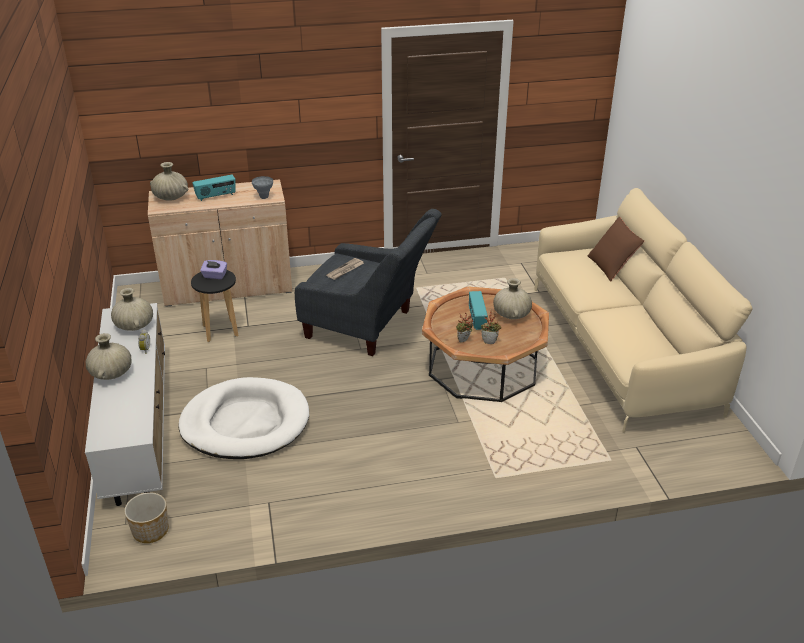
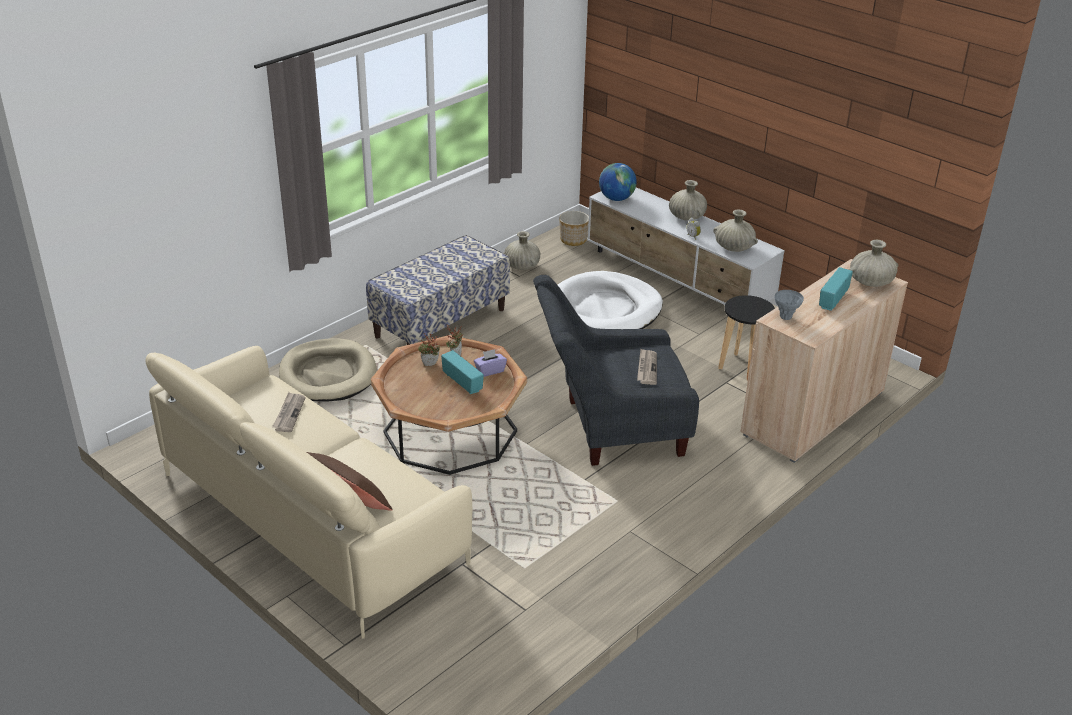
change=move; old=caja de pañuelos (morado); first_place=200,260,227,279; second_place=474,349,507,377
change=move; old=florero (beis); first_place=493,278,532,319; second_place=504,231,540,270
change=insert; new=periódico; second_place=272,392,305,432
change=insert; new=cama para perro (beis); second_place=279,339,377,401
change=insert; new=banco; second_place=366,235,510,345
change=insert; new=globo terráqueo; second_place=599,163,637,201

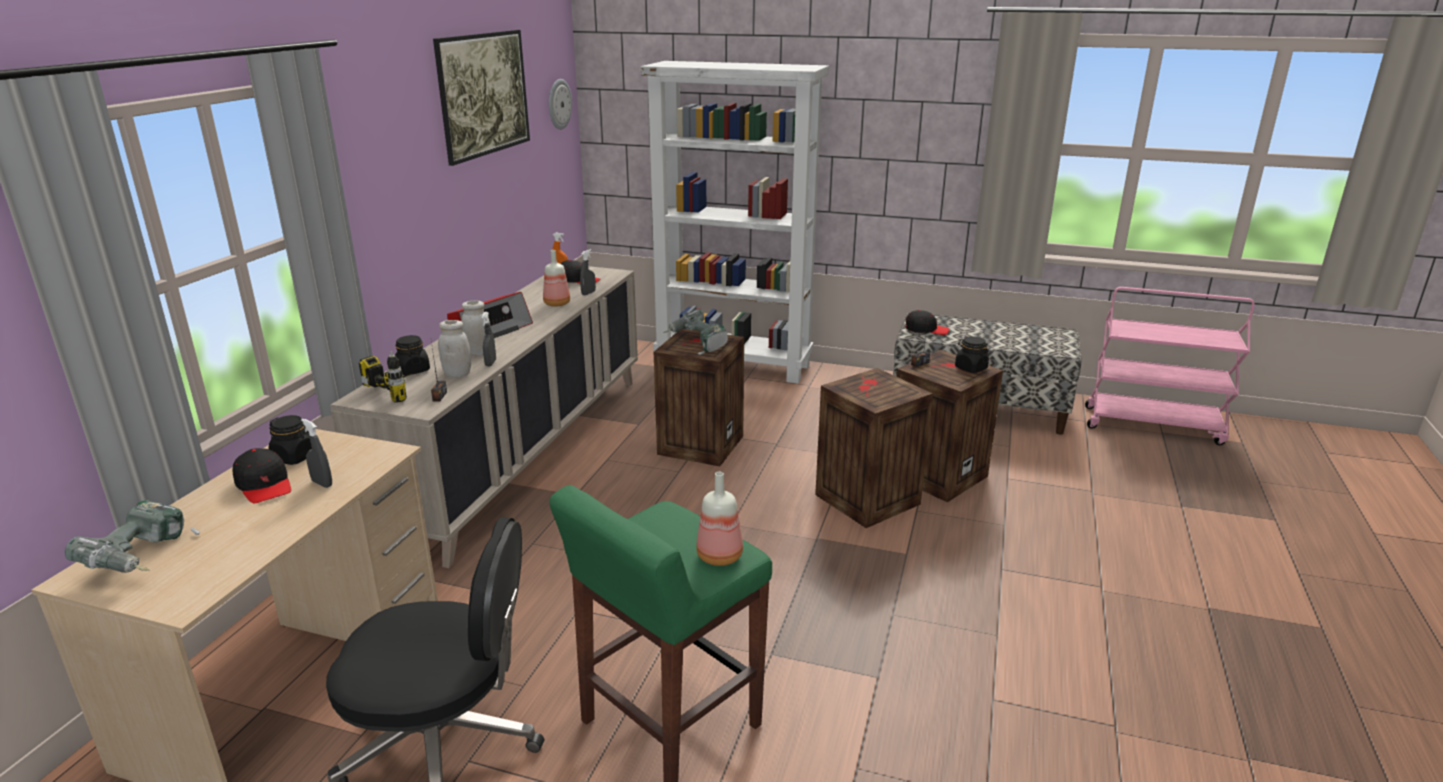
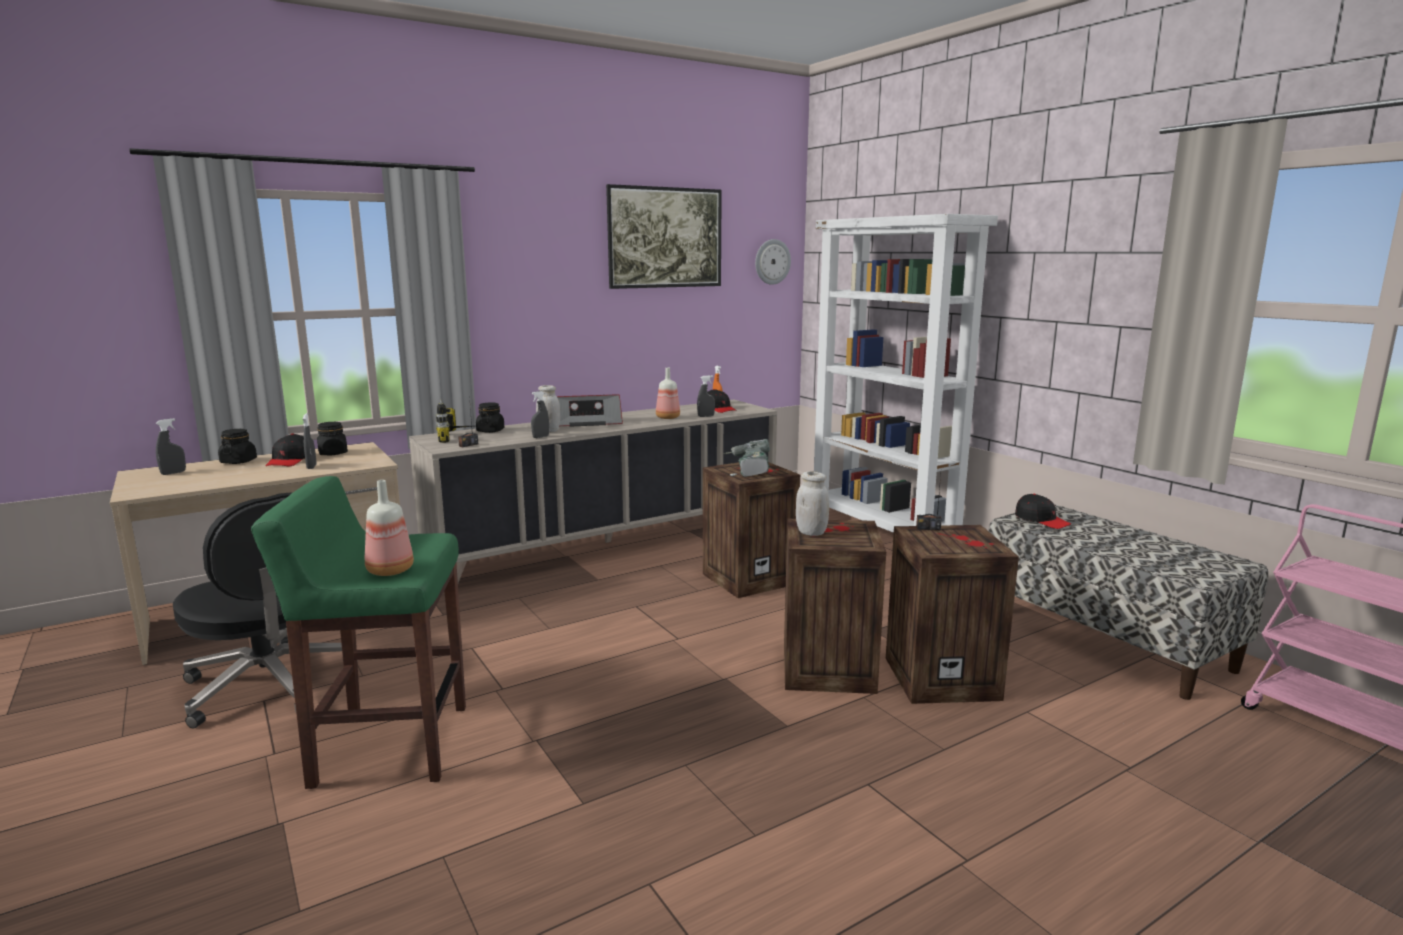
change=replace; old=taladro; new=pulverizador (gris); first_place=65,500,200,573; second_place=156,418,186,475
change=move; old=tarro (blanco); first_place=438,320,471,378; second_place=796,471,829,536
change=move; old=tarro (negro); first_place=955,336,989,373; second_place=218,429,257,464

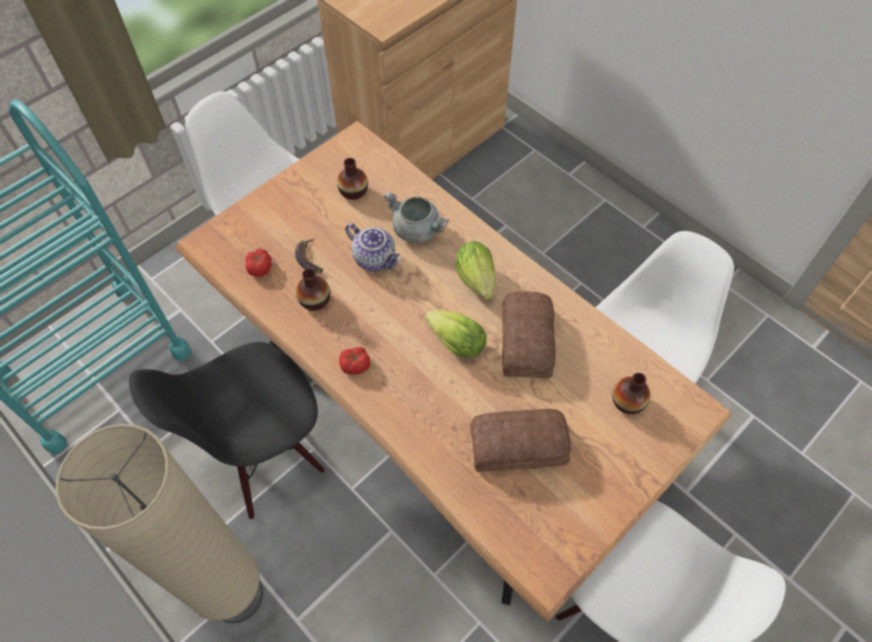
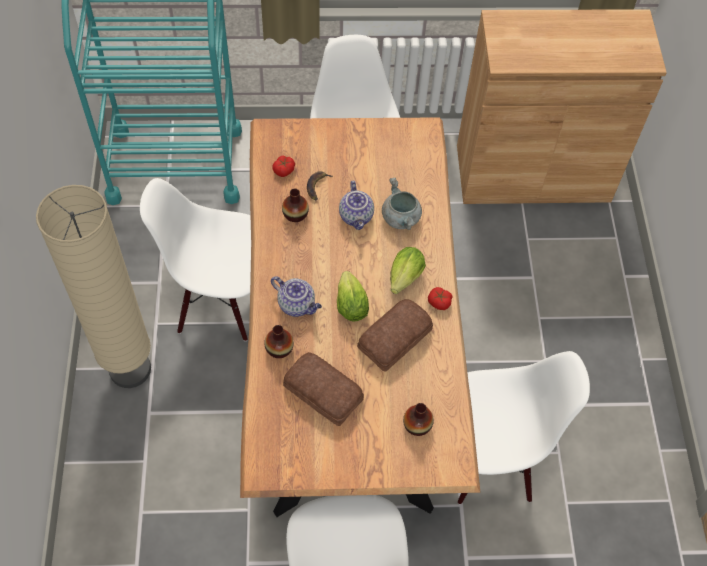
change=recolor; old=silla (negro); new=silla (blanco); first_place=129,342,325,519; second_place=140,178,251,341
change=move; old=florero; first_place=337,158,368,200; second_place=264,325,294,358
change=move; old=tomate; first_place=339,347,370,375; second_place=428,287,453,310
change=insert; new=tetera; second_place=271,276,322,317

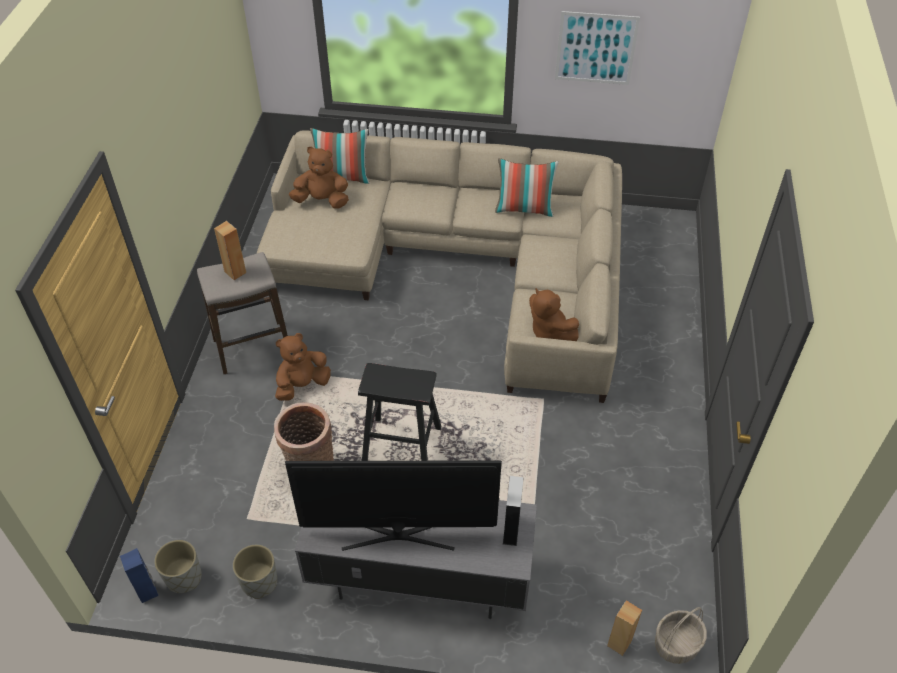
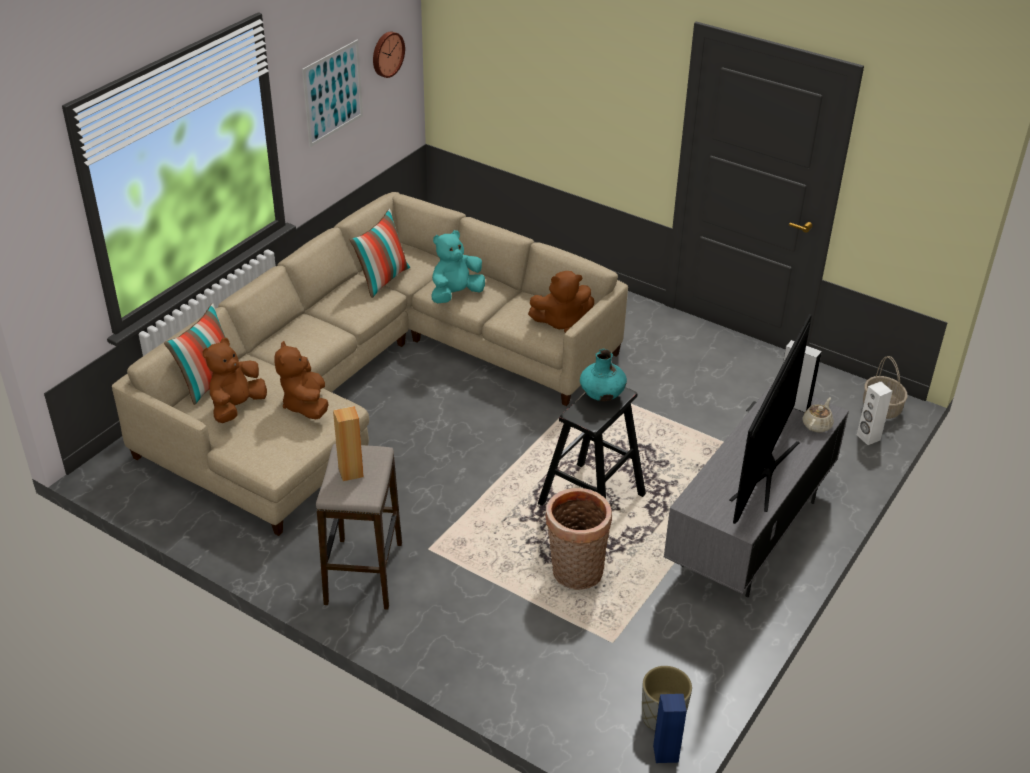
change=delete; old=maceta (gris); first_place=233,545,277,599
change=move; old=peluche (marrón); first_place=275,333,331,401; second_place=274,341,329,419
change=recolor; old=altavoz (marrón); new=altavoz (blanco); first_place=607,600,642,656; second_place=857,382,892,445
change=insert; new=reloj de pared; second_place=373,31,405,78
change=insert; new=peluche (turquesa); second_place=431,230,485,303
change=insert; new=florero (turquesa); second_place=580,349,627,401
change=insert; new=tetera (beis); second_place=802,397,834,432

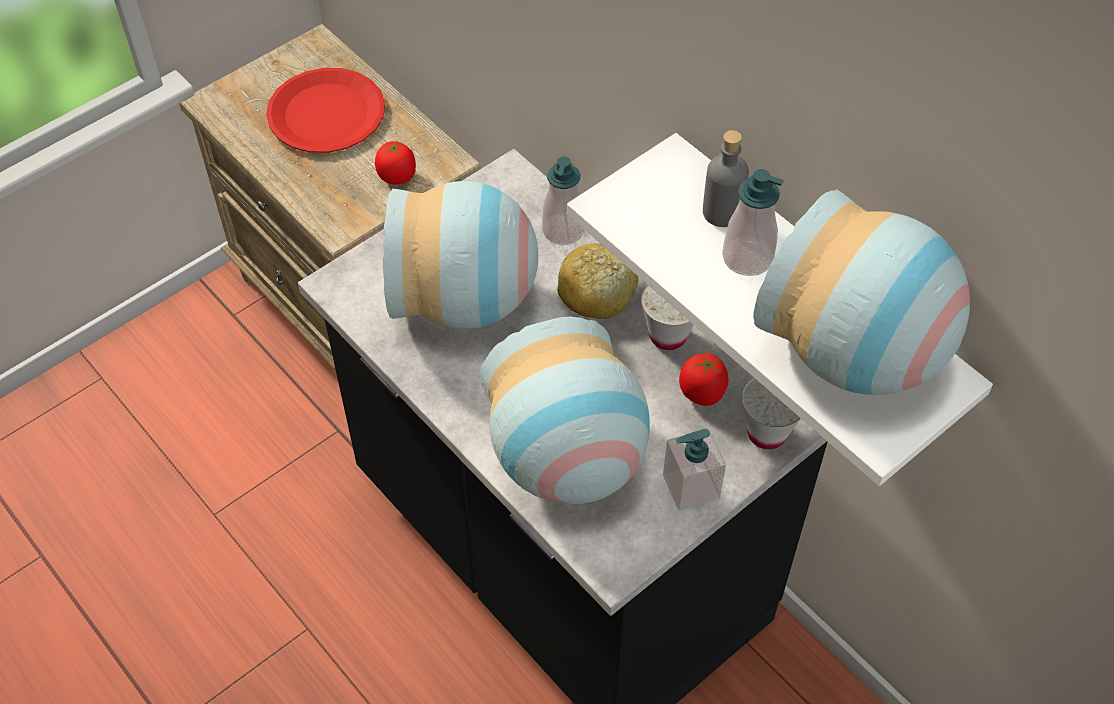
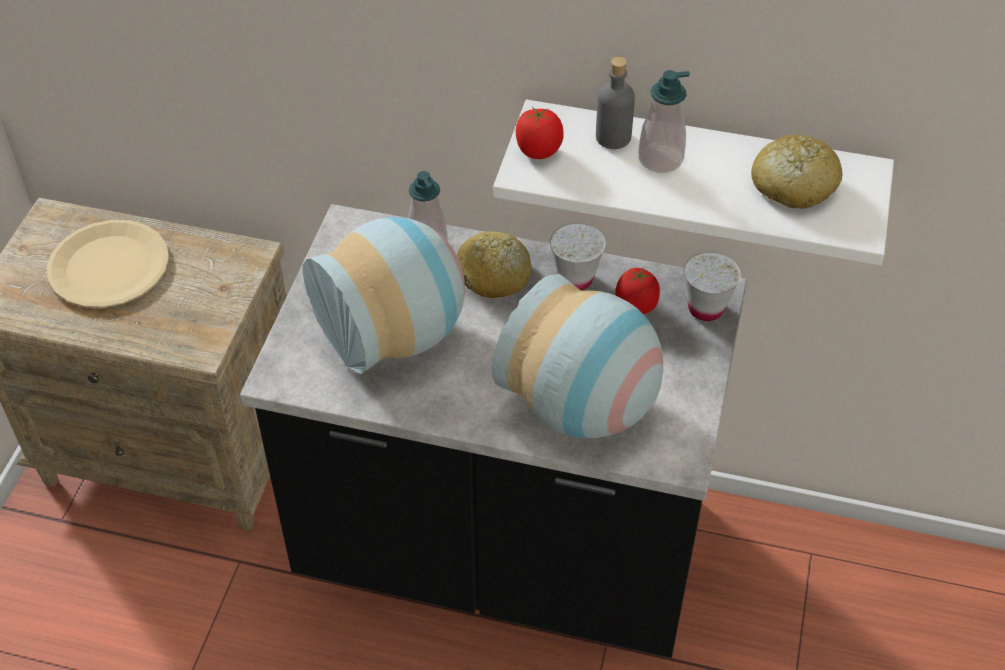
change=recolor; old=plato (rojo); new=plato (beis); first_place=266,68,385,153; second_place=47,220,169,308
change=move; old=tomate; first_place=375,140,416,184; second_place=516,107,564,159
change=delete; old=dispensador de jabón; first_place=663,428,726,511
change=replace; old=florero; new=pan; first_place=753,189,970,395; second_place=751,135,842,209

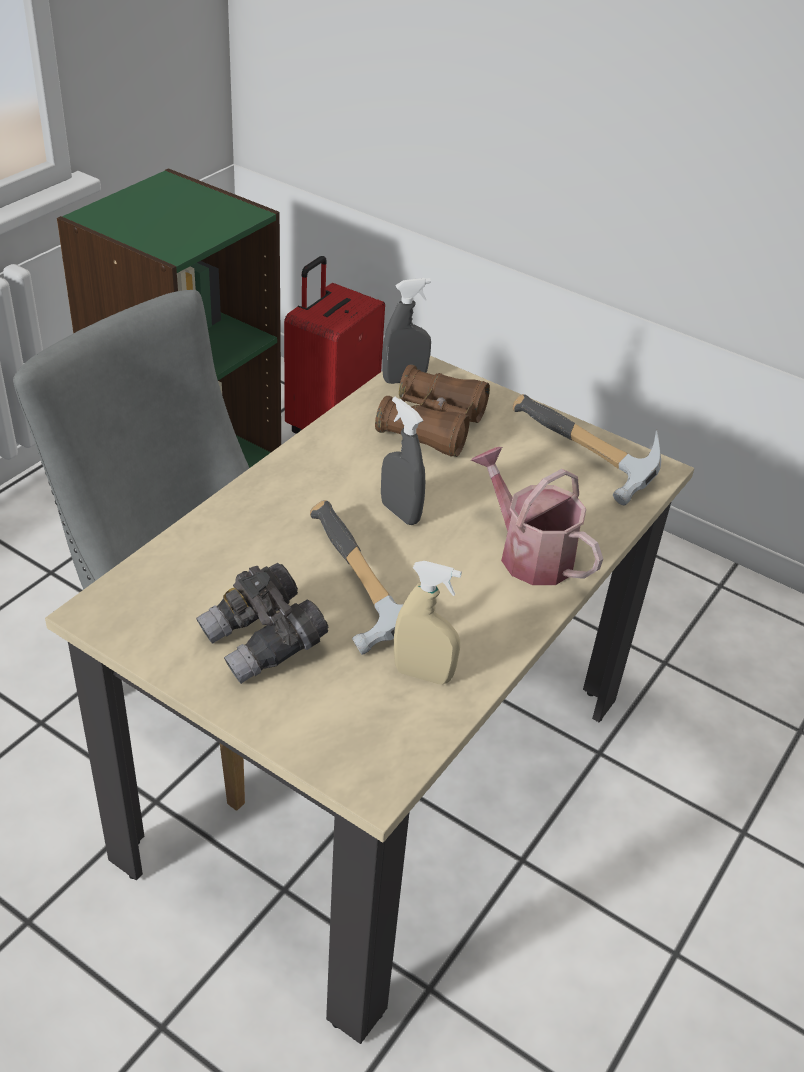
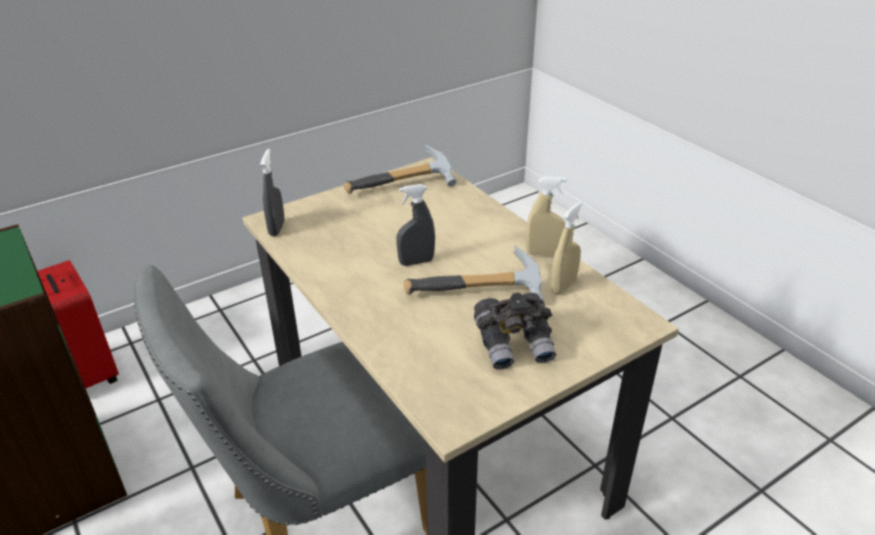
change=delete; old=prismáticos (marrón); first_place=375,365,490,457
change=delete; old=regadera; first_place=471,447,603,585
change=insert; new=pulverizador (beis); second_place=526,177,566,256

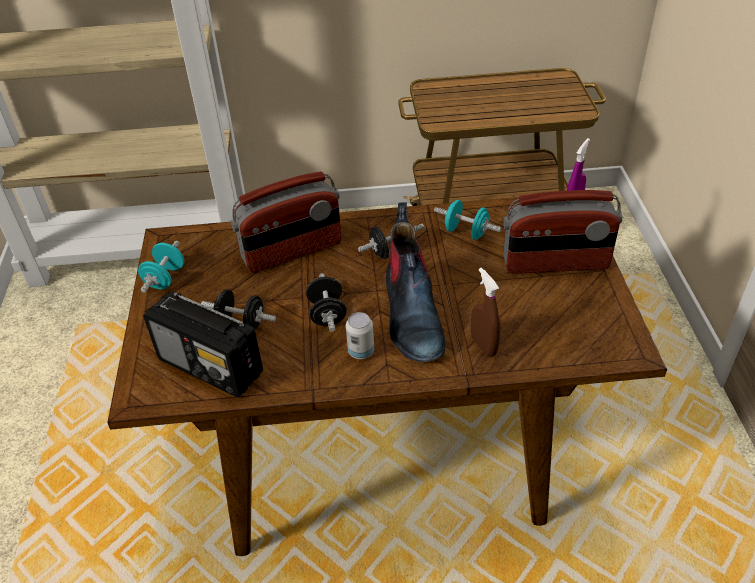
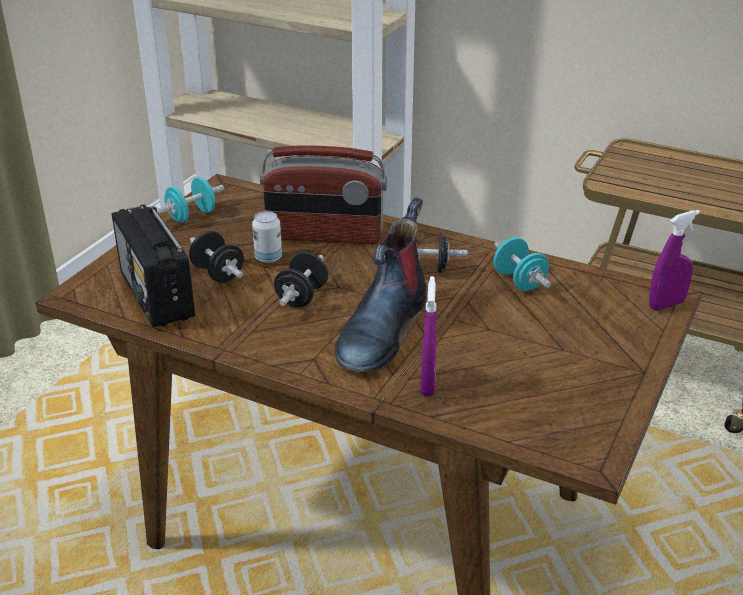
change=move; old=lata; first_place=346,312,374,359; second_place=252,211,282,263
change=recolor; old=pulverizador (marrón); new=pulverizador (morado); first_place=471,268,501,357; second_place=420,276,437,396
change=delete; old=radio; first_place=503,190,622,274

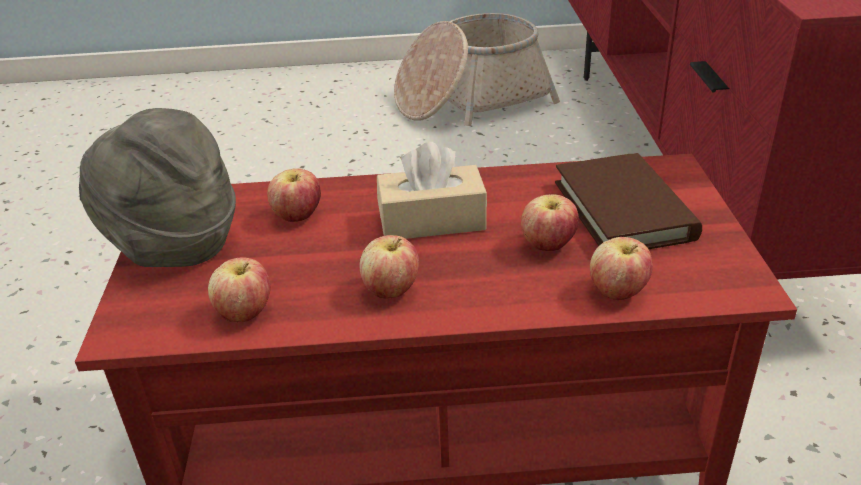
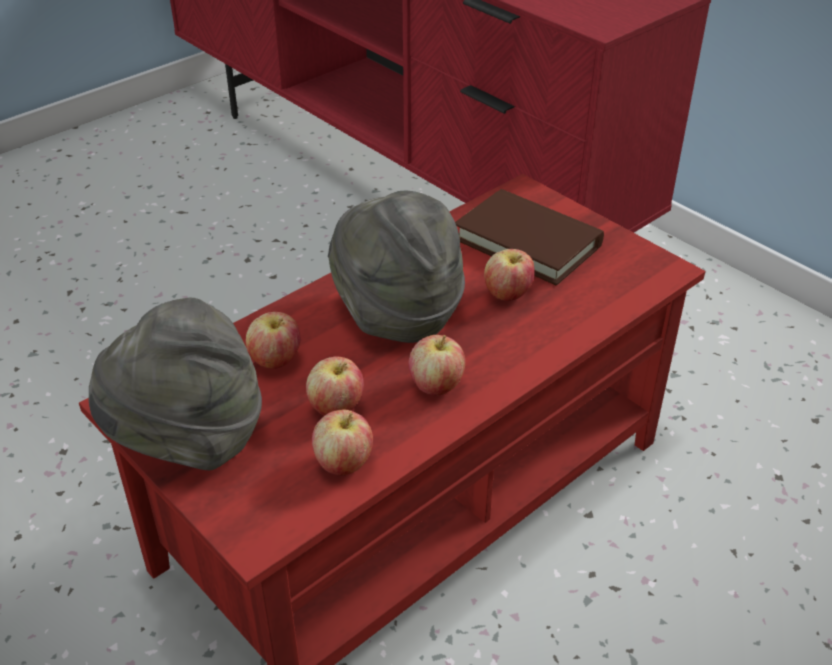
change=replace; old=caja de pañuelos (beis); new=sombrero (gris); first_place=377,142,487,239; second_place=328,190,465,343
change=delete; old=cesta; first_place=394,13,560,126
change=move; old=manzana; first_place=590,237,653,300; second_place=306,356,364,416

